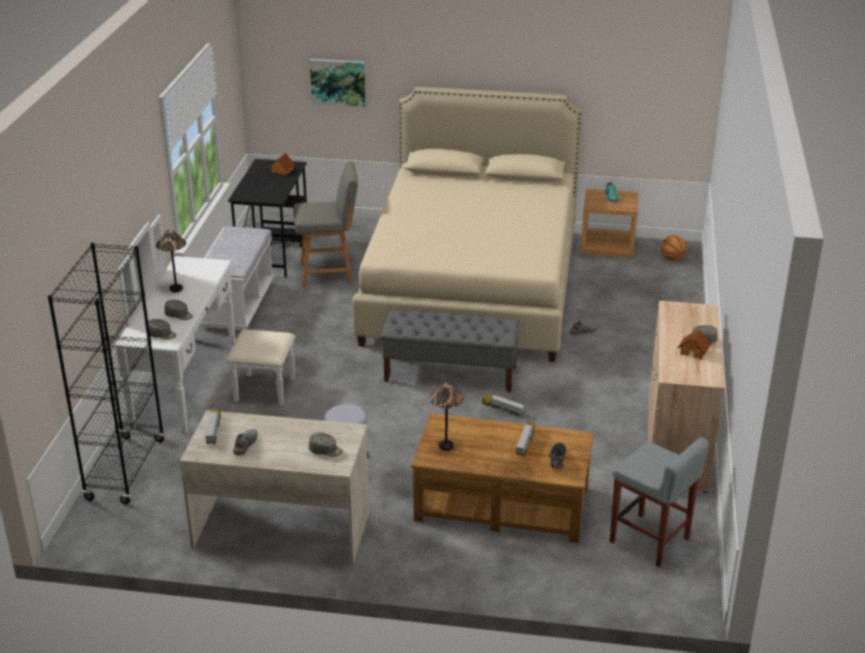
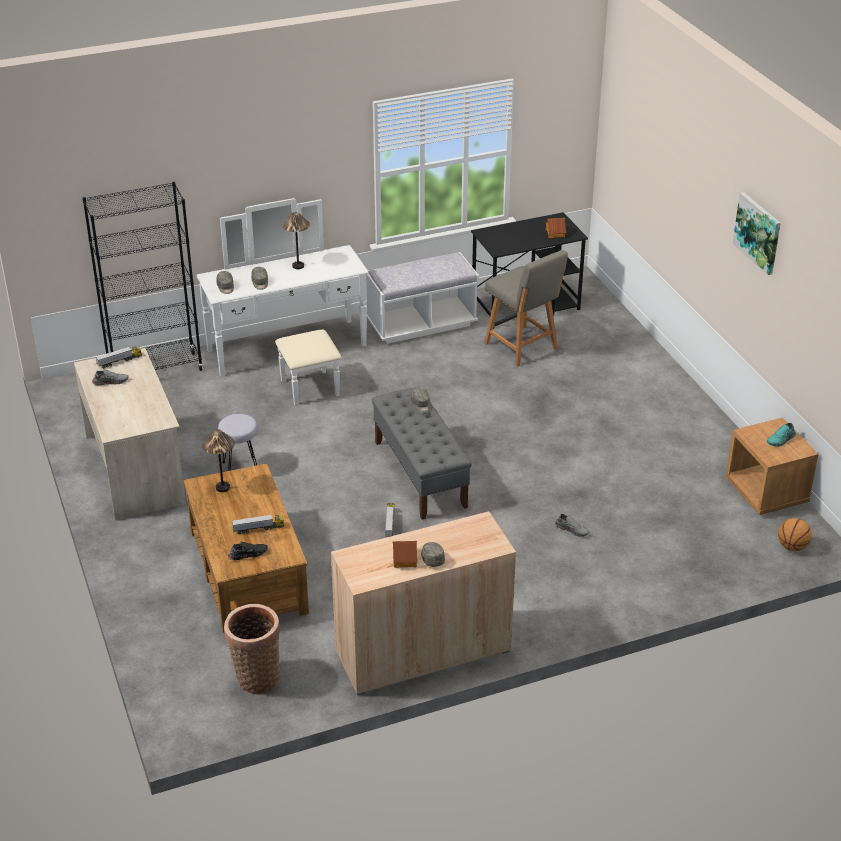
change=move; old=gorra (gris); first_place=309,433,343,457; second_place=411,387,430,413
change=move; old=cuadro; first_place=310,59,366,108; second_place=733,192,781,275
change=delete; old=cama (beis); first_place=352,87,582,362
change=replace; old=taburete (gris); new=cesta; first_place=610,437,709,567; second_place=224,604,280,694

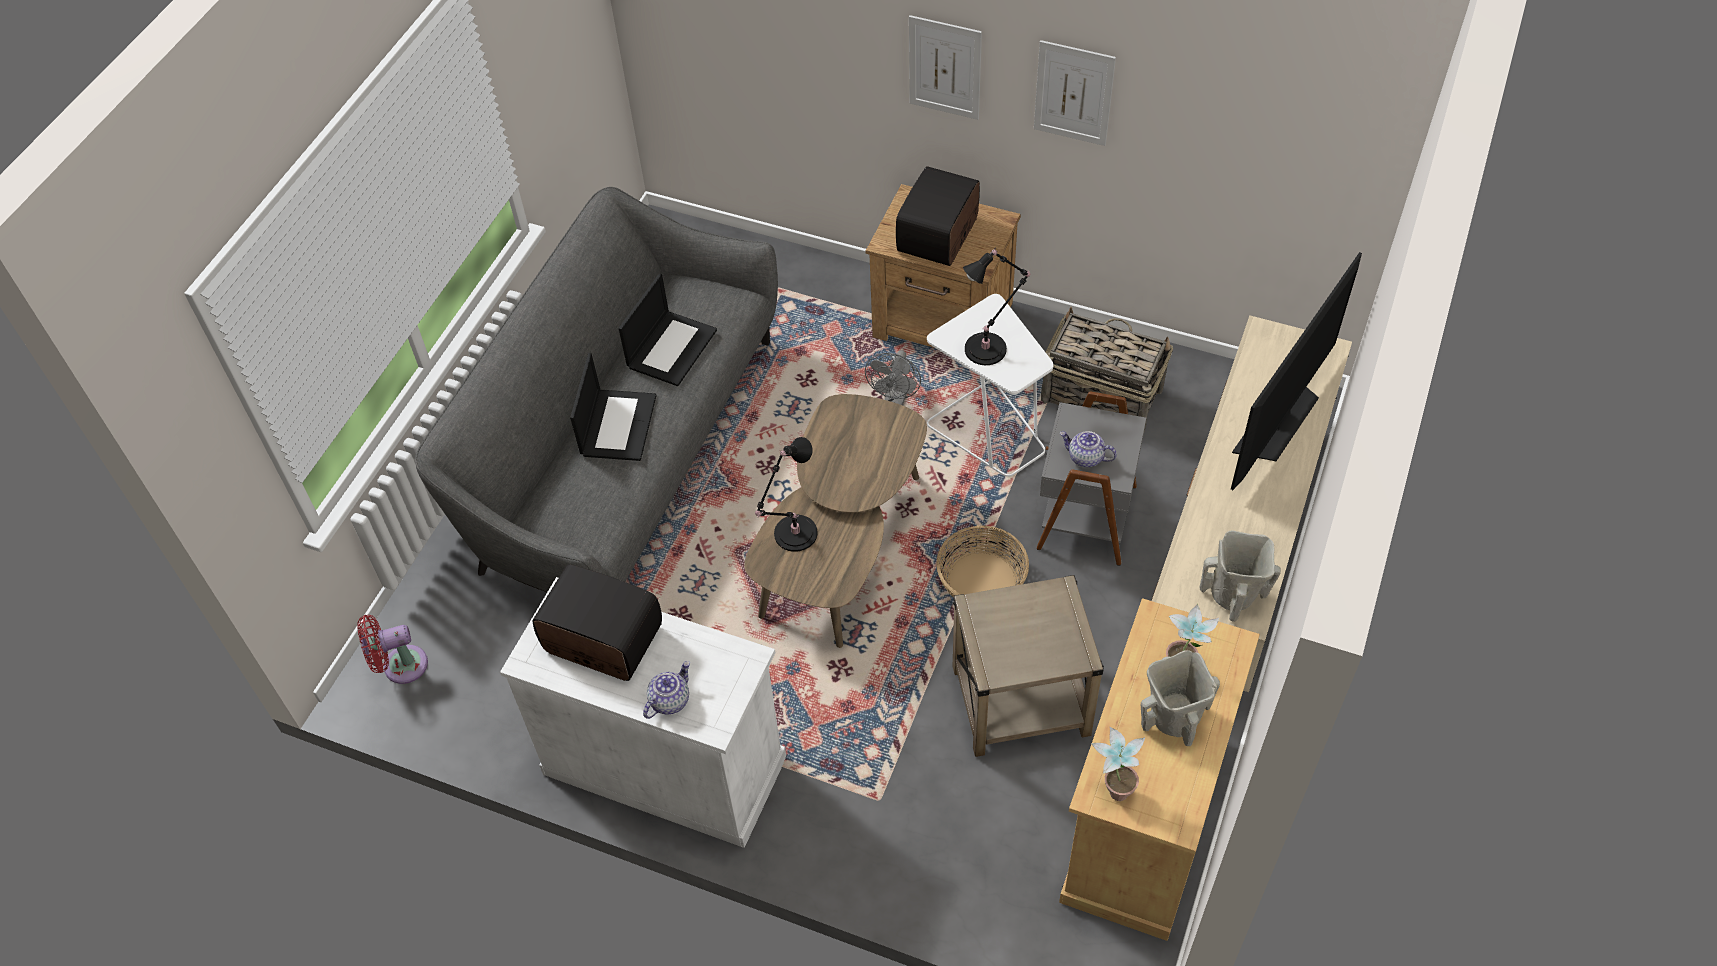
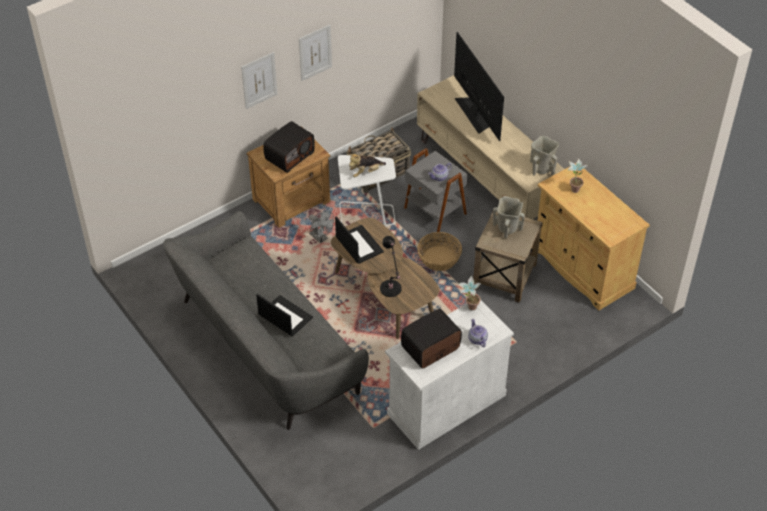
change=delete; old=ventilador (rojo); first_place=357,615,428,684
change=move; old=portátil; first_place=619,274,717,386; second_place=335,216,384,264
change=rotate; old=radio; first_place=896,166,980,266; second_place=263,121,315,173; degrees=-105
change=replace; old=lámpara de mesa (negro); new=peluche; first_place=963,248,1030,365; second_place=349,154,386,178
change=move; old=planta en maceta; first_place=1091,727,1145,801; second_place=458,276,481,310
change=move; old=florero (beis); first_place=1141,650,1220,746; second_place=493,196,525,238

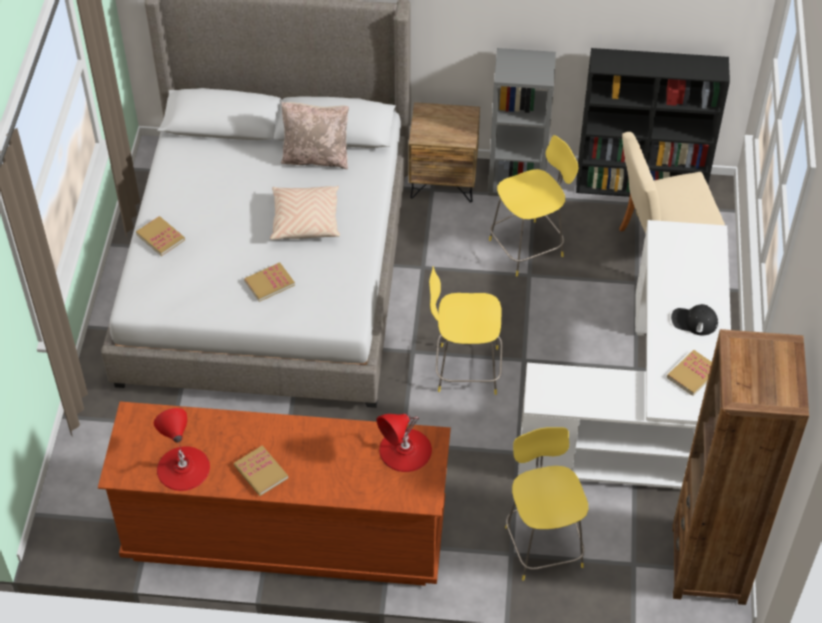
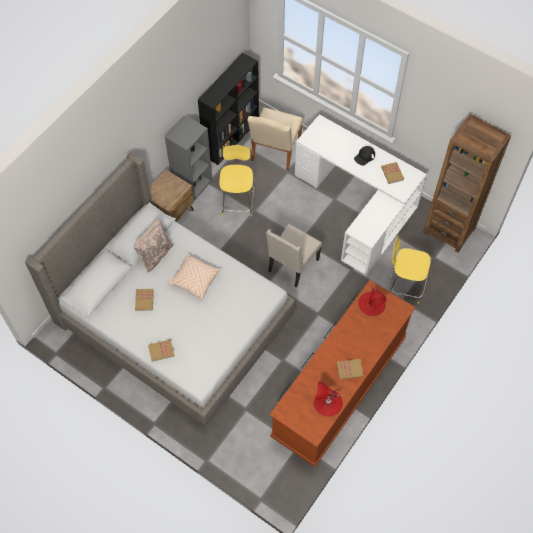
change=move; old=libro; first_place=244,262,295,302; second_place=135,289,154,311
change=replace; old=taburete (amarillo); new=silla (beis); first_place=429,266,503,395; second_place=266,224,322,288

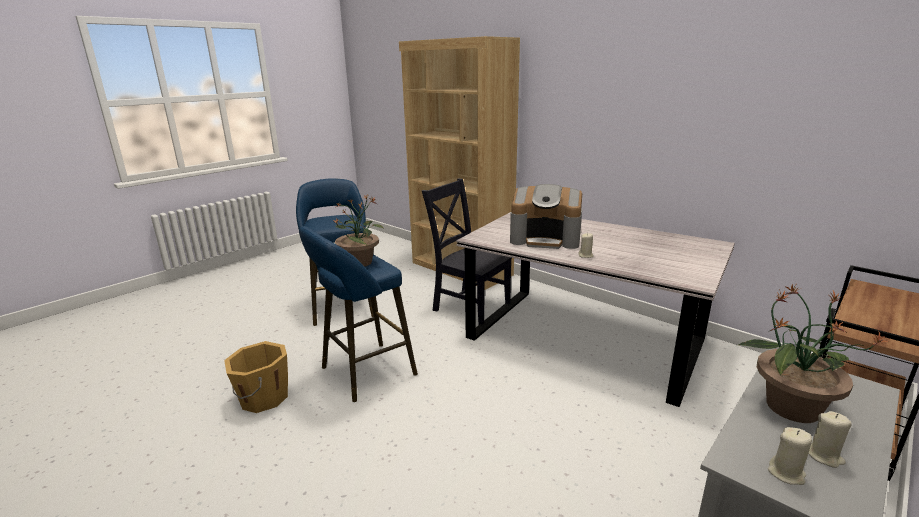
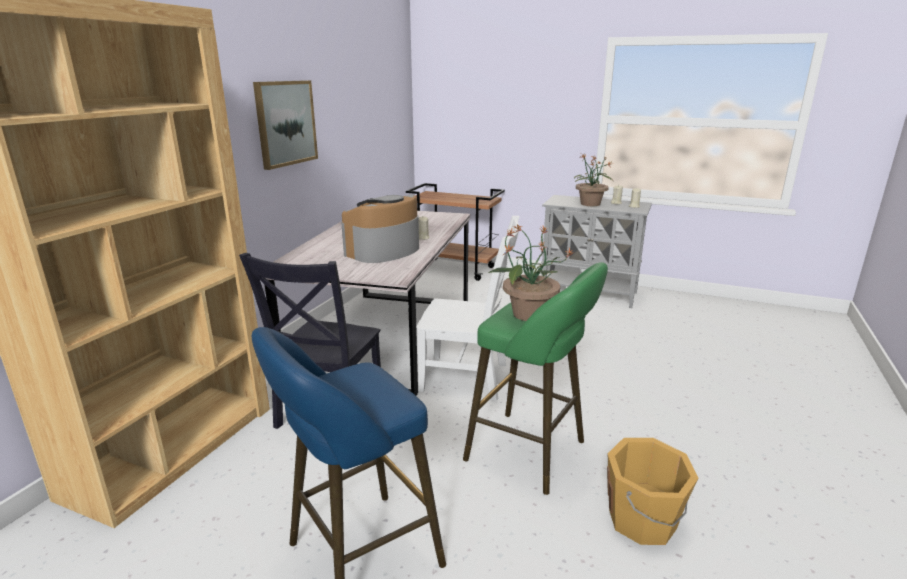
change=recolor; old=taburete (azul); new=taburete (verde); first_place=299,226,418,402; second_place=463,262,608,495
change=rotate; old=cafetera; first_place=510,184,582,249; second_place=341,194,419,263; degrees=-135
change=insert; new=cuadro; second_place=253,80,318,170
change=insert; new=silla (blanco); second_place=416,216,519,401

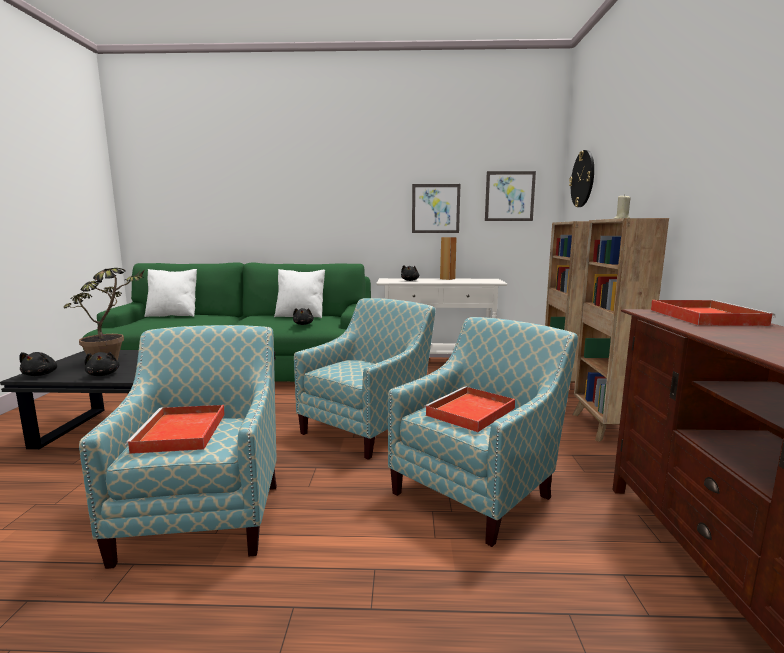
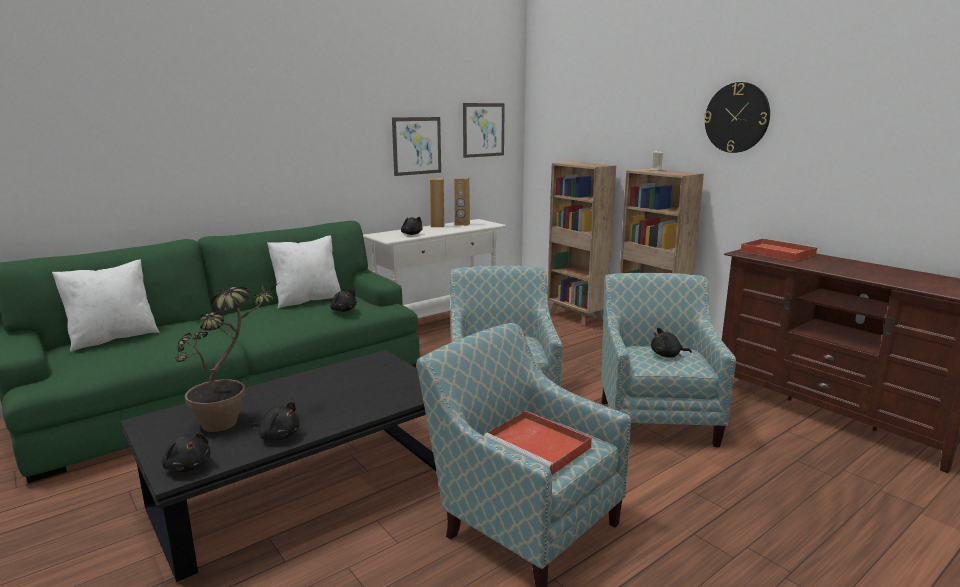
change=replace; old=bandeja (rojo); new=peluche (negro); first_place=424,386,515,432; second_place=651,328,692,358
change=move; old=reloj de pared; first_place=569,150,594,207; second_place=704,82,770,153
change=insert; new=altavoz (marrón); second_place=454,177,470,226

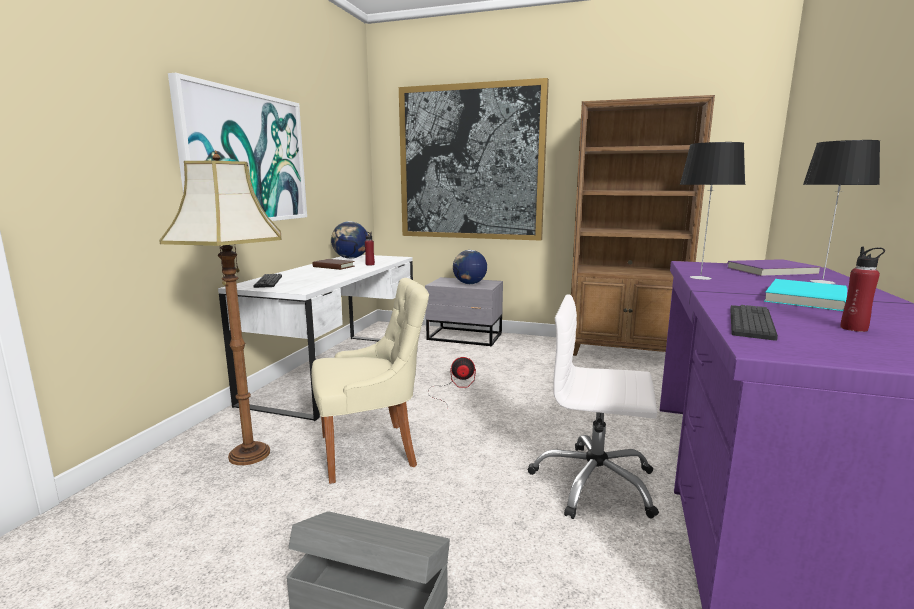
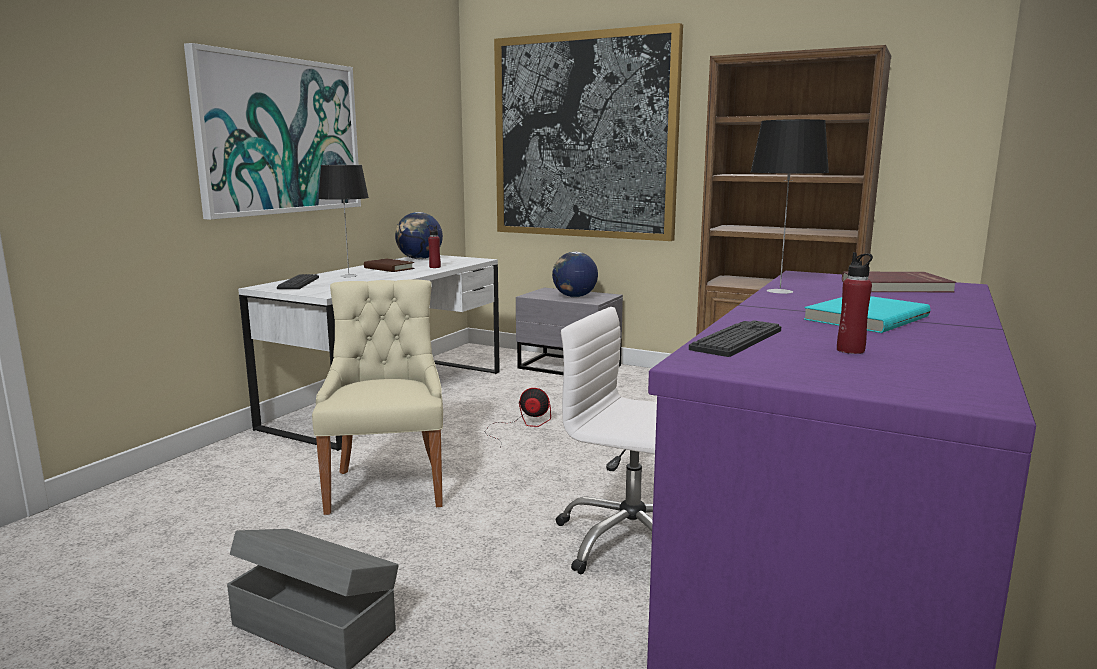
change=delete; old=lámpara de pie; first_place=159,150,281,465
change=rotate; old=silla (beis); first_place=311,278,429,484; second_place=312,280,443,515; degrees=-90
change=recolor; old=libro (morado); new=libro (rojo); first_place=727,259,821,276; second_place=842,272,956,292
change=move; old=lámpara de mesa; first_place=803,140,880,284; second_place=318,165,369,277

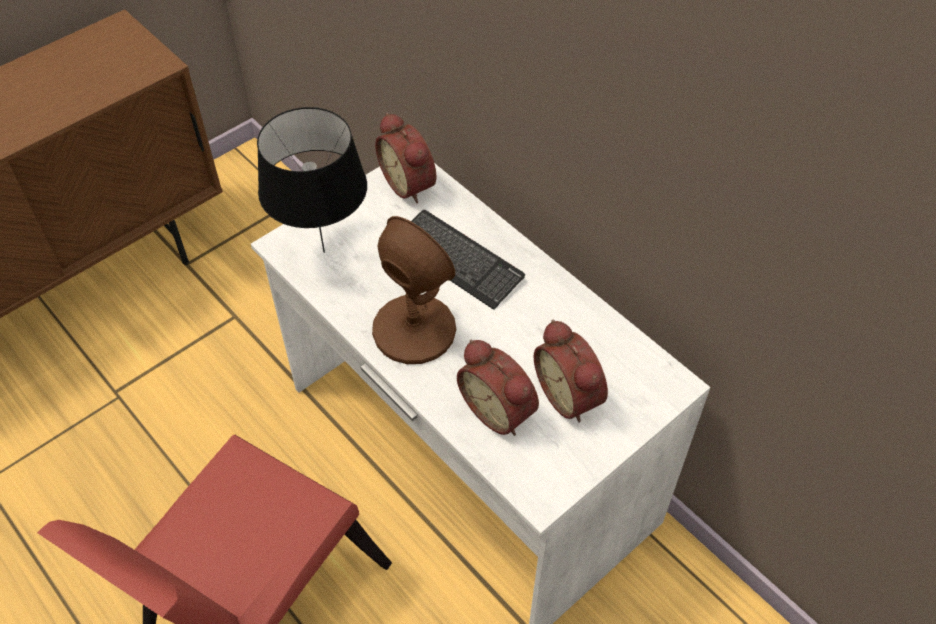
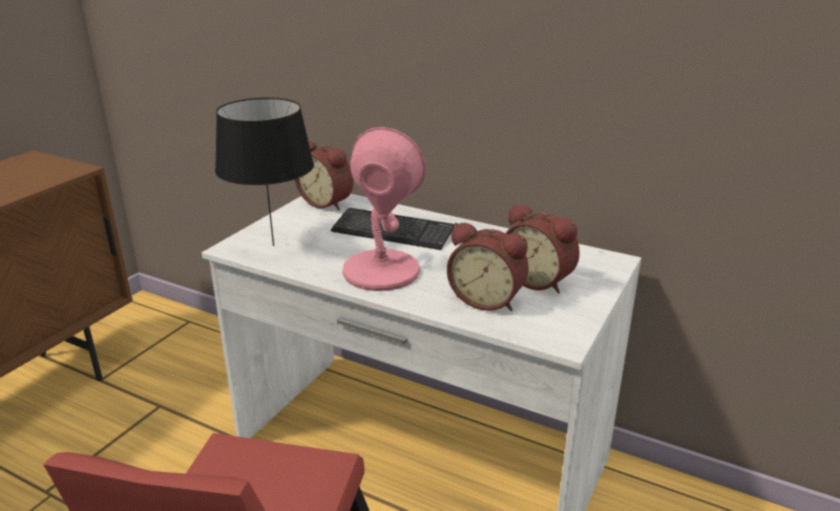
change=recolor; old=lámpara de mesa (marrón); new=lámpara de mesa (rosa); first_place=372,216,457,364; second_place=342,127,426,291

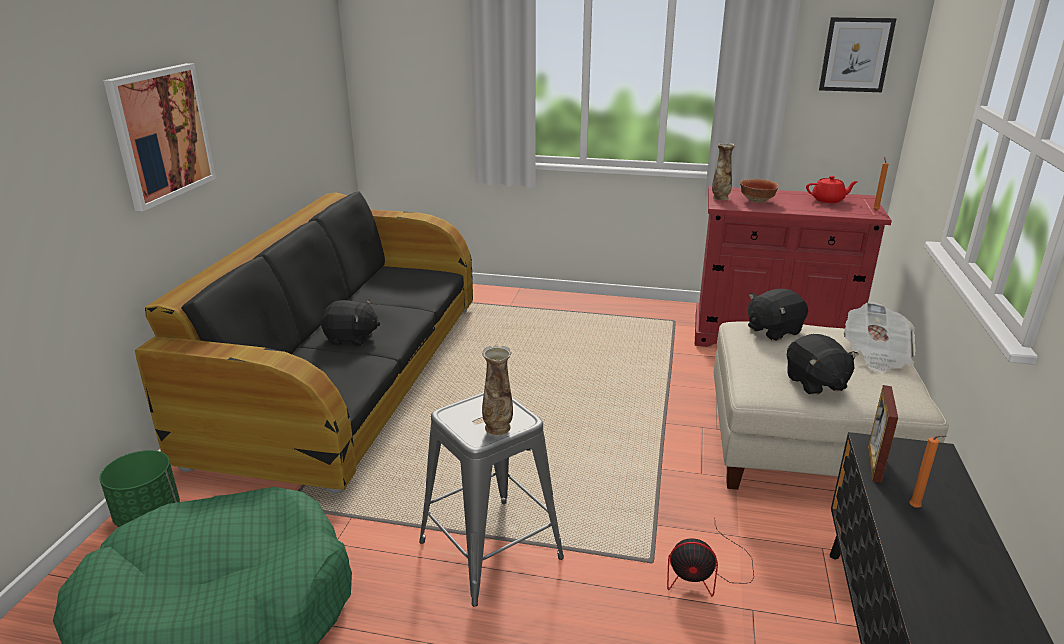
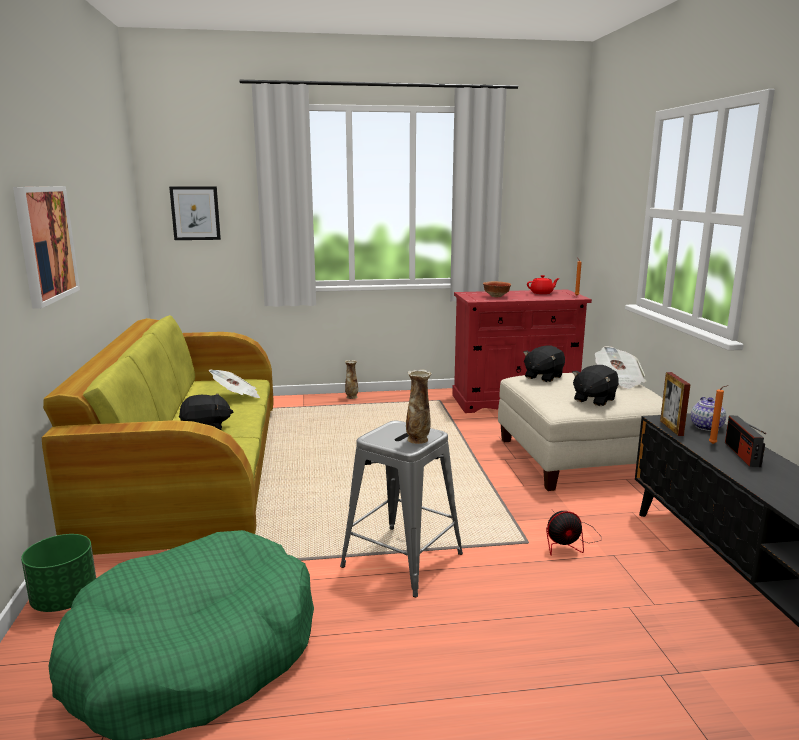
change=recolor; old=sofá (negro); new=sofá (verde); first_place=135,191,473,494; second_place=42,315,274,555
change=move; old=florero; first_place=712,143,735,200; second_place=345,360,358,399
change=rotate; old=peluche (negro); first_place=787,334,859,395; second_place=572,365,619,406; degrees=75
change=move; old=cuadro; first_place=819,17,897,92; second_place=169,187,221,240
change=insert; new=periódico; second_place=209,370,260,398
change=insert; new=tetera; second_place=691,397,726,431
change=insert; new=radio; second_place=725,416,766,467

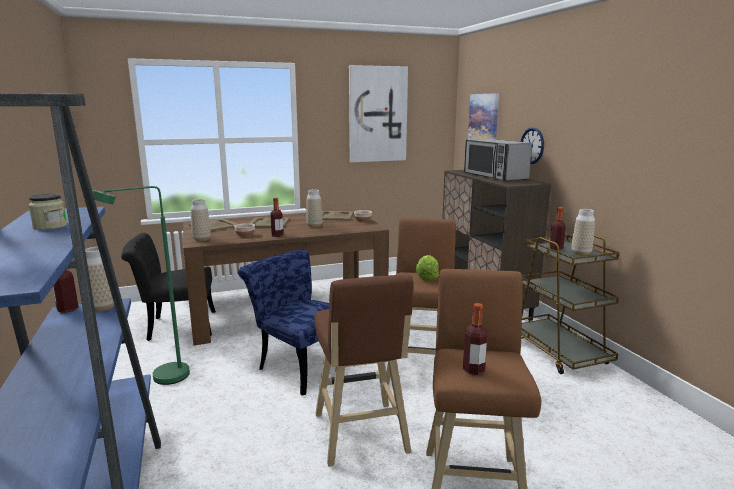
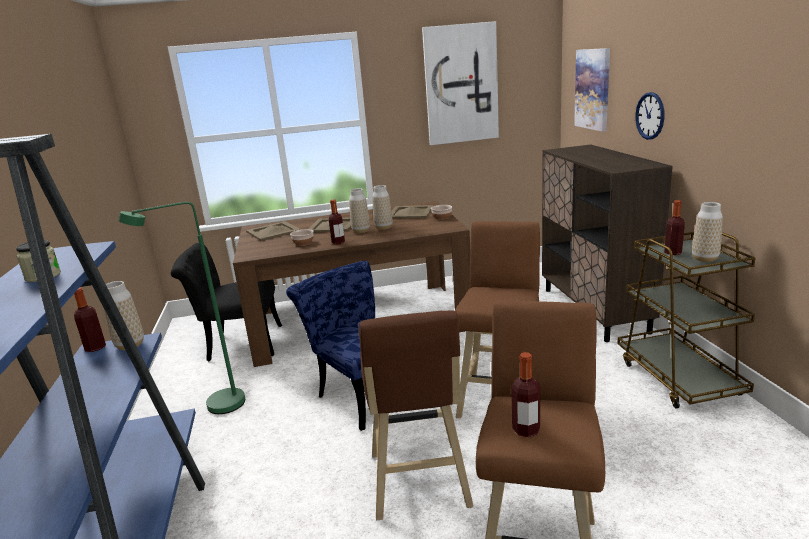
change=move; old=florero; first_place=191,199,211,241; second_place=349,188,370,233
change=delete; old=lechuga; first_place=416,255,439,281
change=delete; old=microondas; first_place=464,139,532,181

